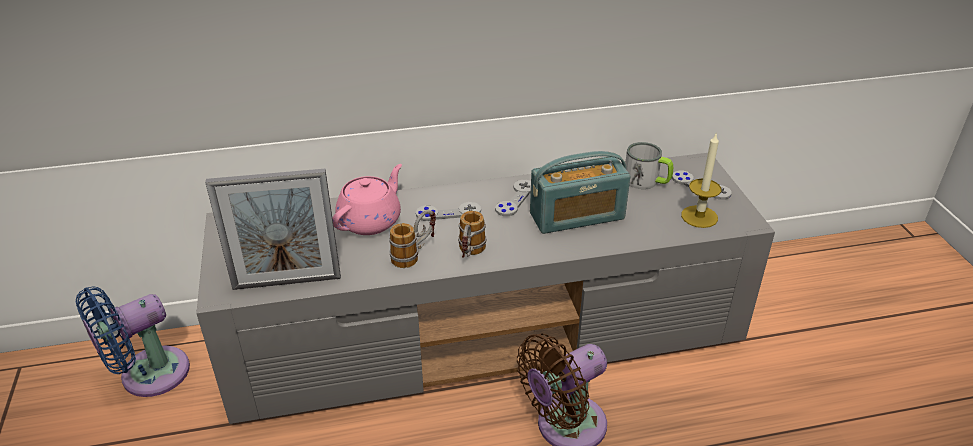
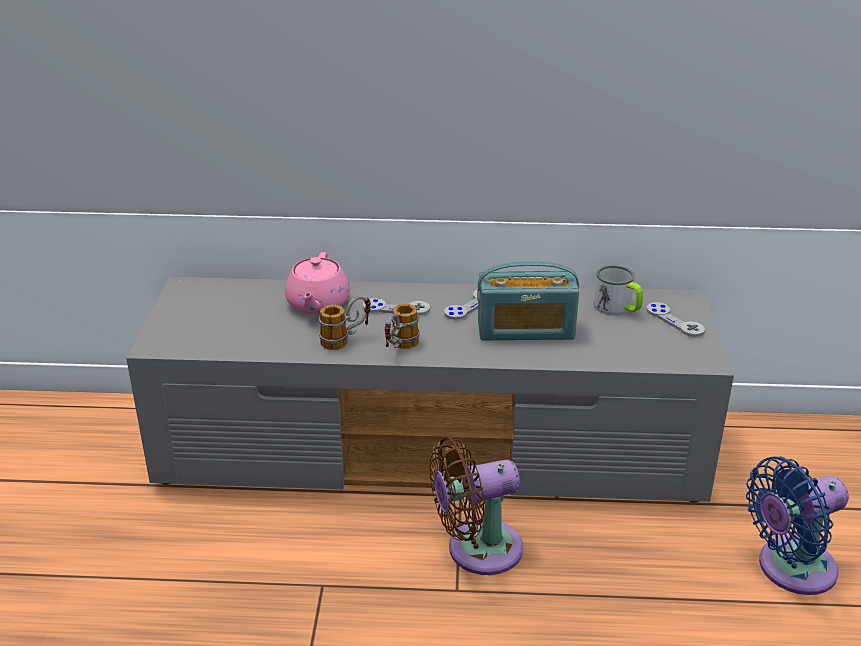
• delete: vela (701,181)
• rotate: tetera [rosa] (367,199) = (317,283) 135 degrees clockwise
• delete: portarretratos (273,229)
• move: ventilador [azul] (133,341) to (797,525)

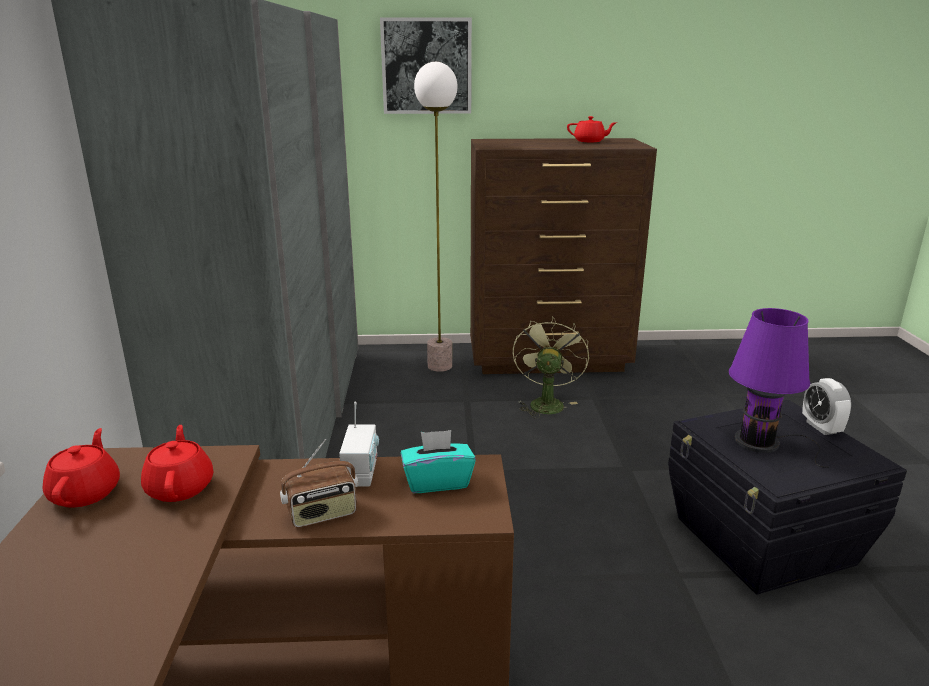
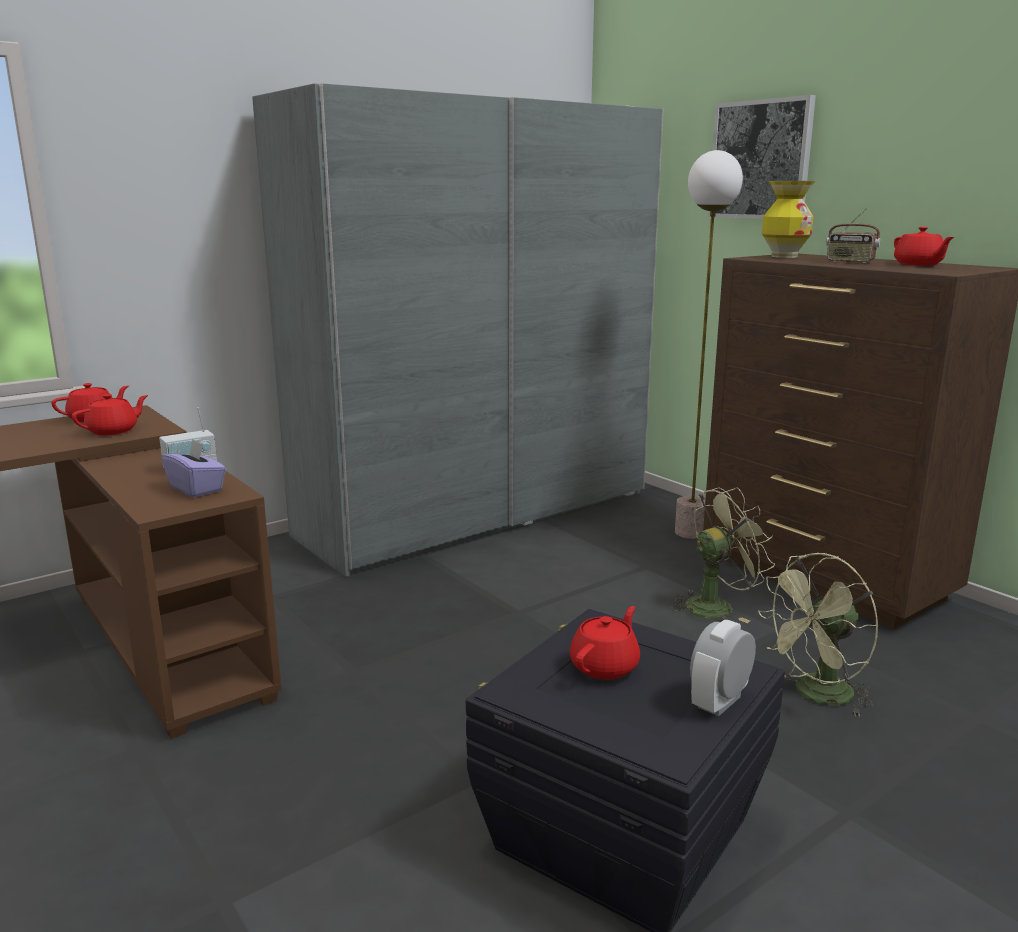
• replace: lámpara de mesa [morado] (779,388) to tetera [rojo] (605,643)
• recolor: caja de pañuelos [turquesa] (438,461) to caja de pañuelos [morado] (193,468)
• move: radio (319,483) to (853,235)
• insert: florero (788,219)
• insert: ventilador [verde] (818,635)

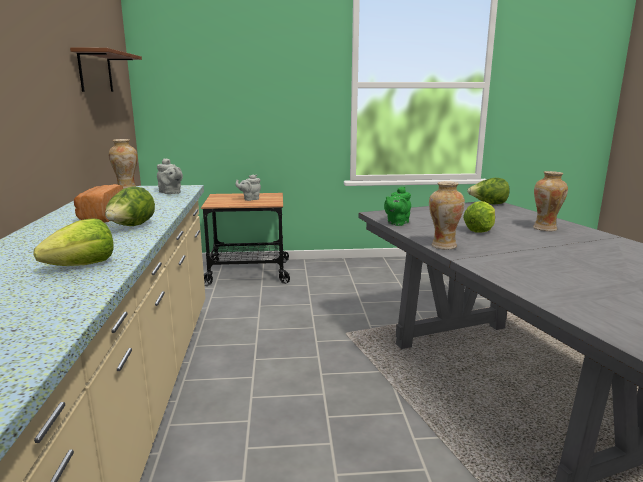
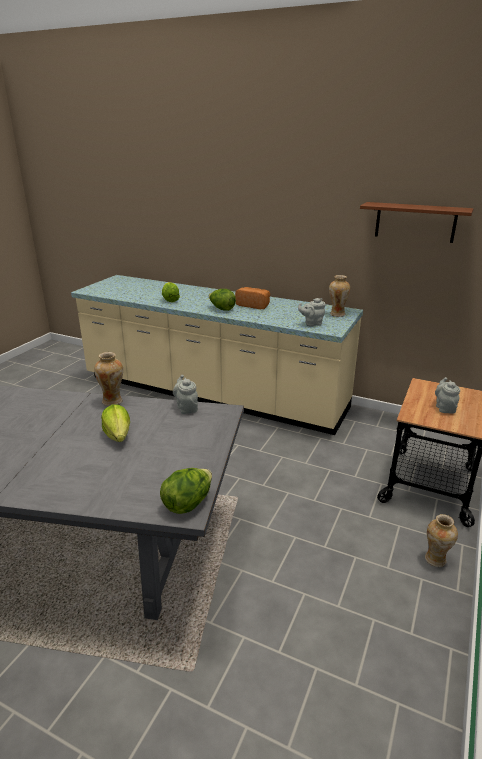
• move: florero (550,201) to (441,540)
• recolor: tetera [verde] (397,206) to tetera [gris] (185,394)

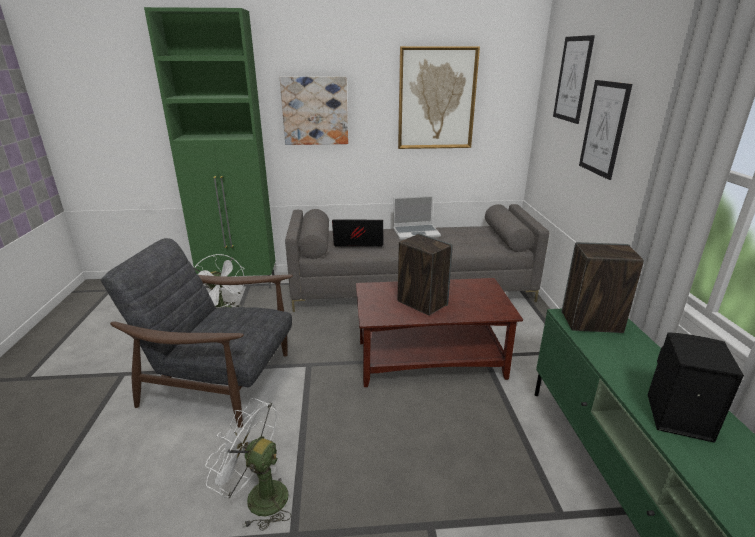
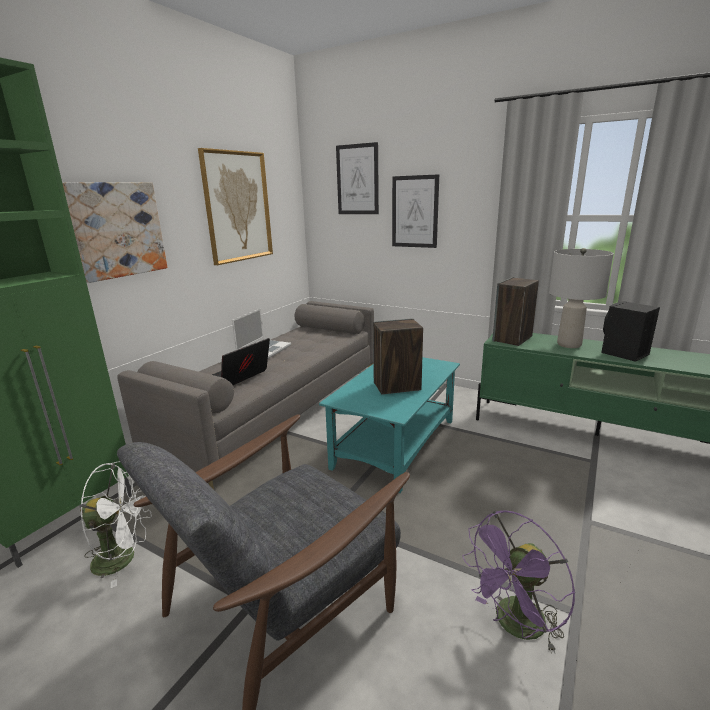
• recolor: mesa de centro [marrón] (439,332) to mesa de centro [turquesa] (389,425)
• recolor: ventilador [blanco] (248,464) to ventilador [morado] (518,582)
• insert: lámpara de mesa [gris] (581,298)

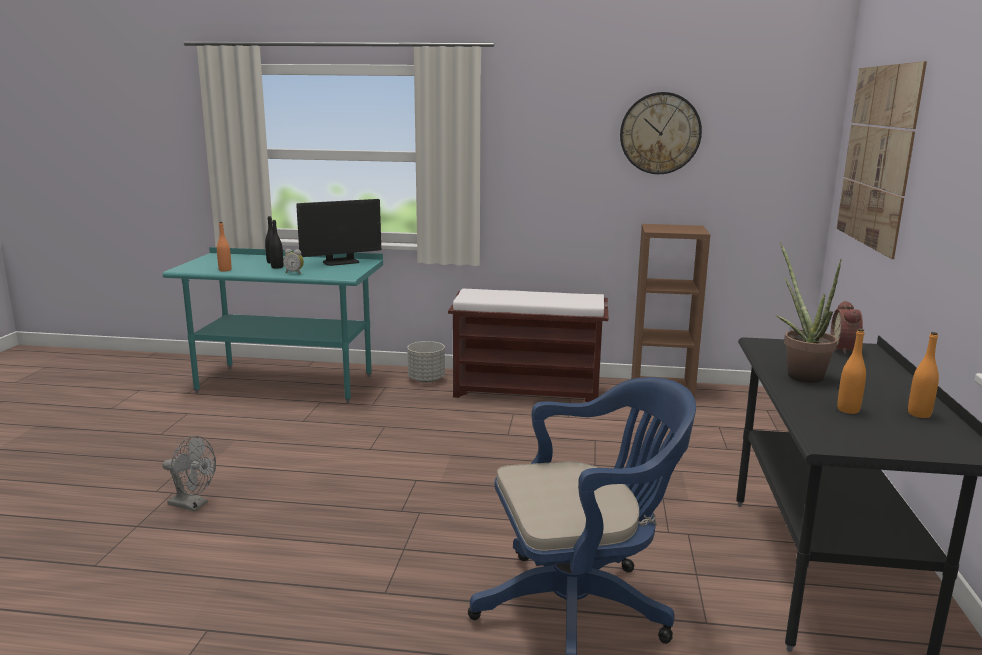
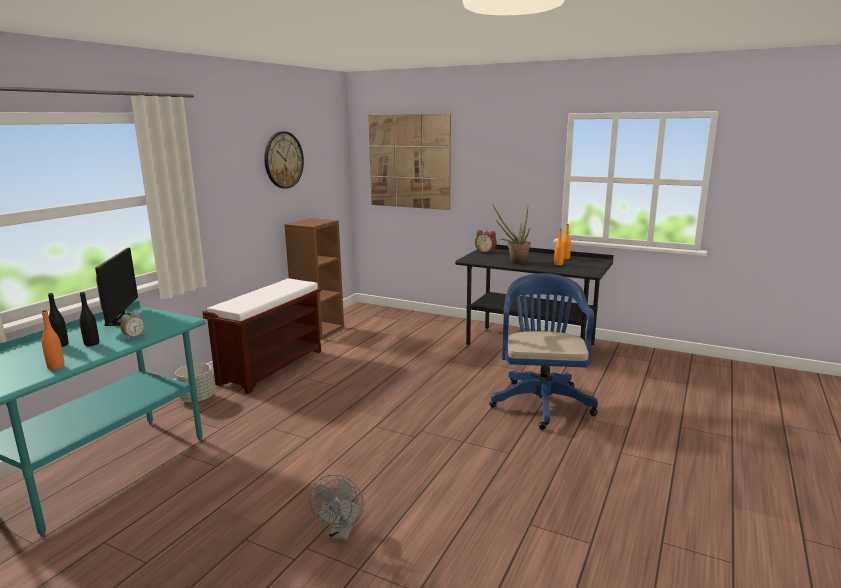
• rotate: ventilador [gris] (189,473) = (337,508) 150 degrees clockwise

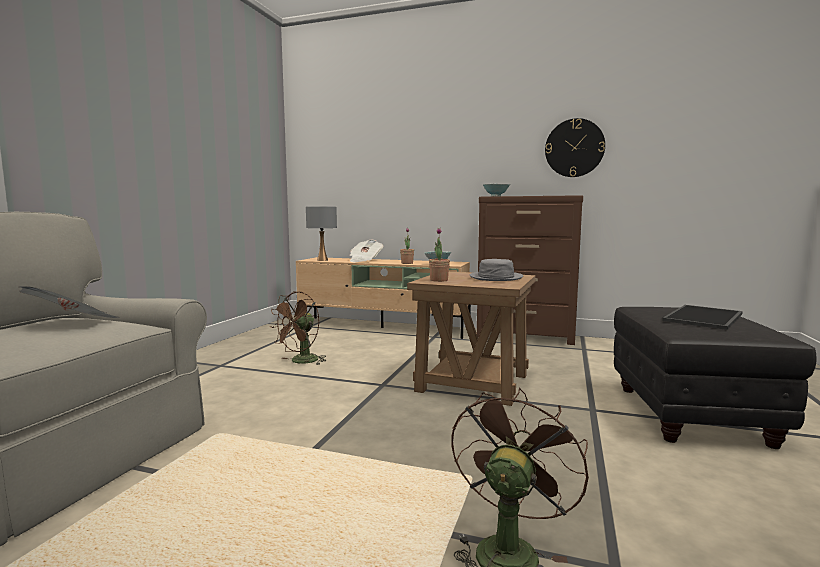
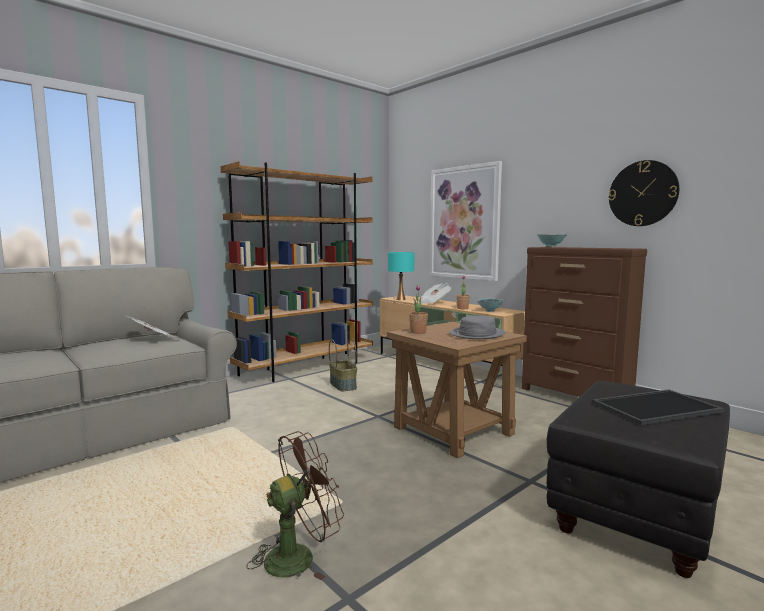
• recolor: lámpara de mesa [gris] (321,233) to lámpara de mesa [turquesa] (401,276)
• replace: ventilador [marrón] (297,328) to cesta (343,364)
• insert: estantería [marrón] (297,271)
• insert: cuadro (466,221)

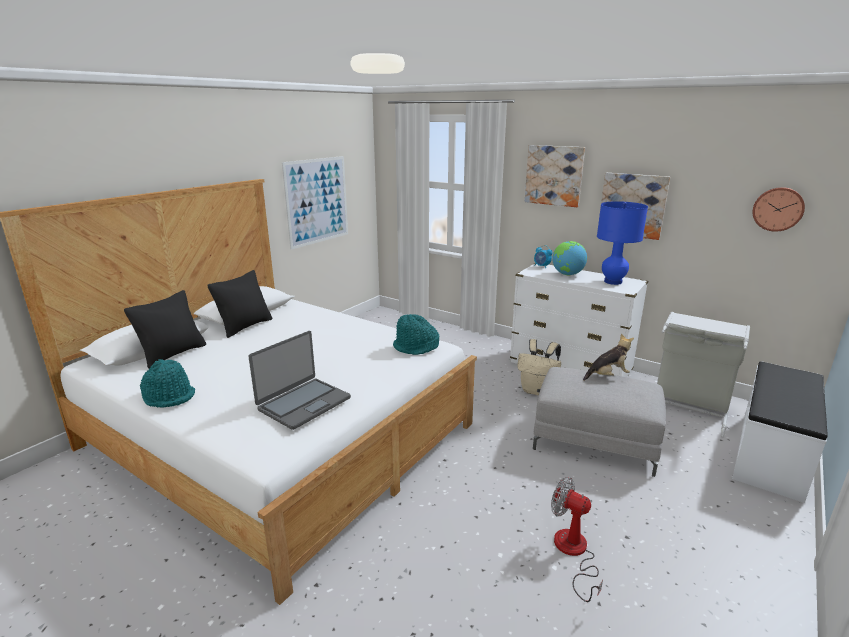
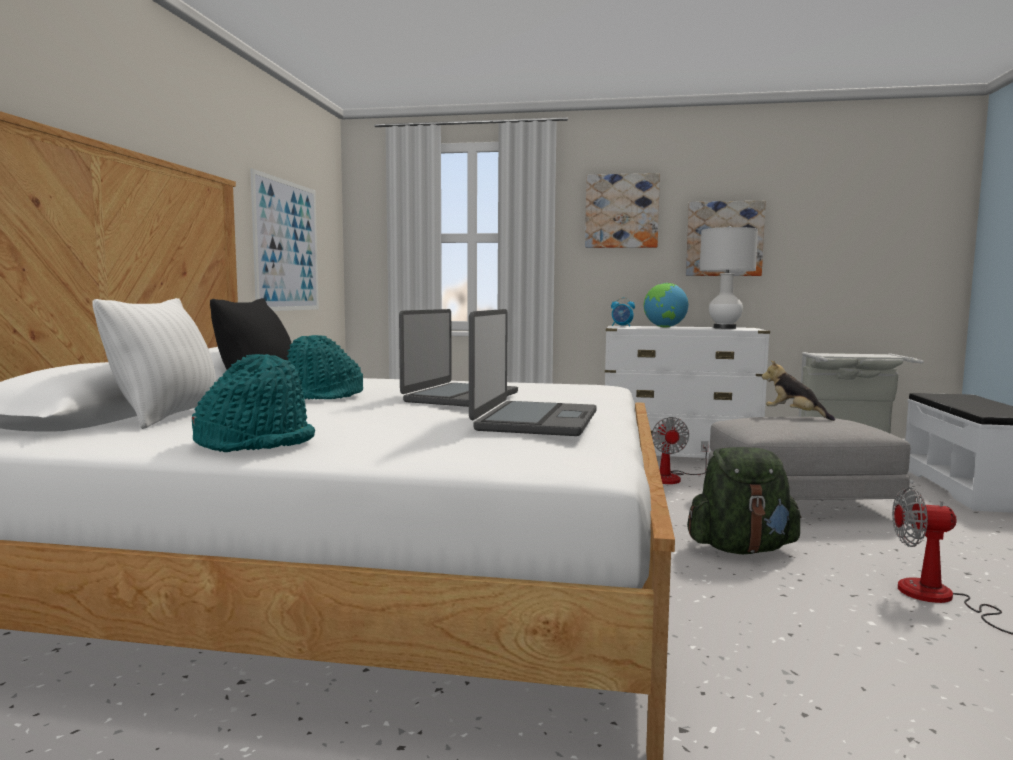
• delete: reloj de pared (778,209)
• recolor: lámpara de mesa [azul] (622,243) to lámpara de mesa [blanco] (728,277)
• recolor: cojín [negro] (165,329) to cojín [blanco] (155,363)
• move: sombrero [turquesa] (416,334) to (325,367)
• rotate: peluche (608,357) = (798,390) 90 degrees counterclockwise
• replace: mochila [beis] (539,367) to ventilador (680,450)
• insert: portátil (458,358)
• insert: mochila [verde] (744,500)

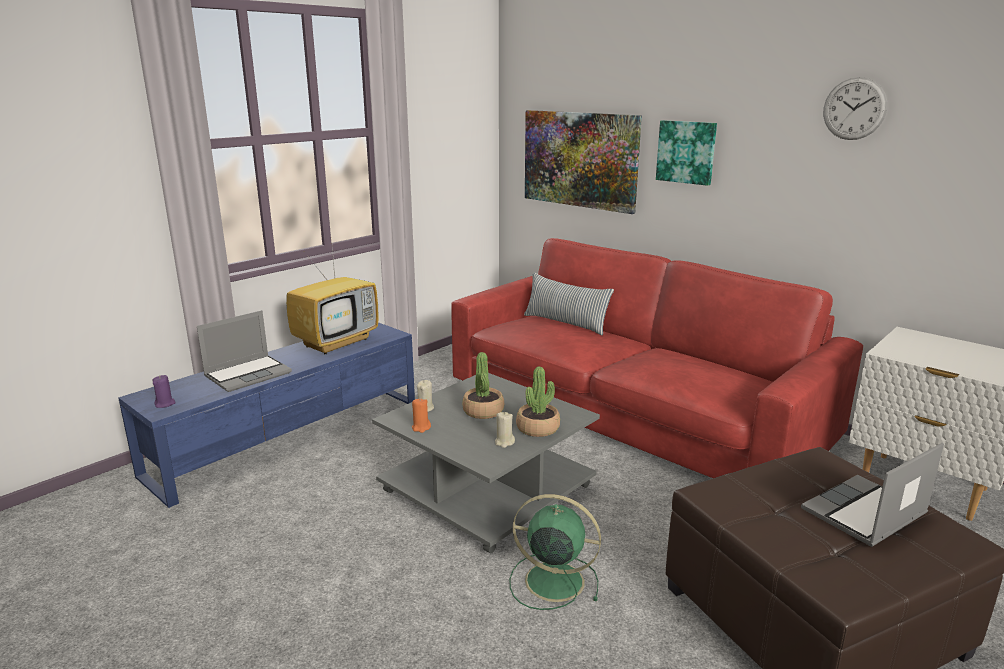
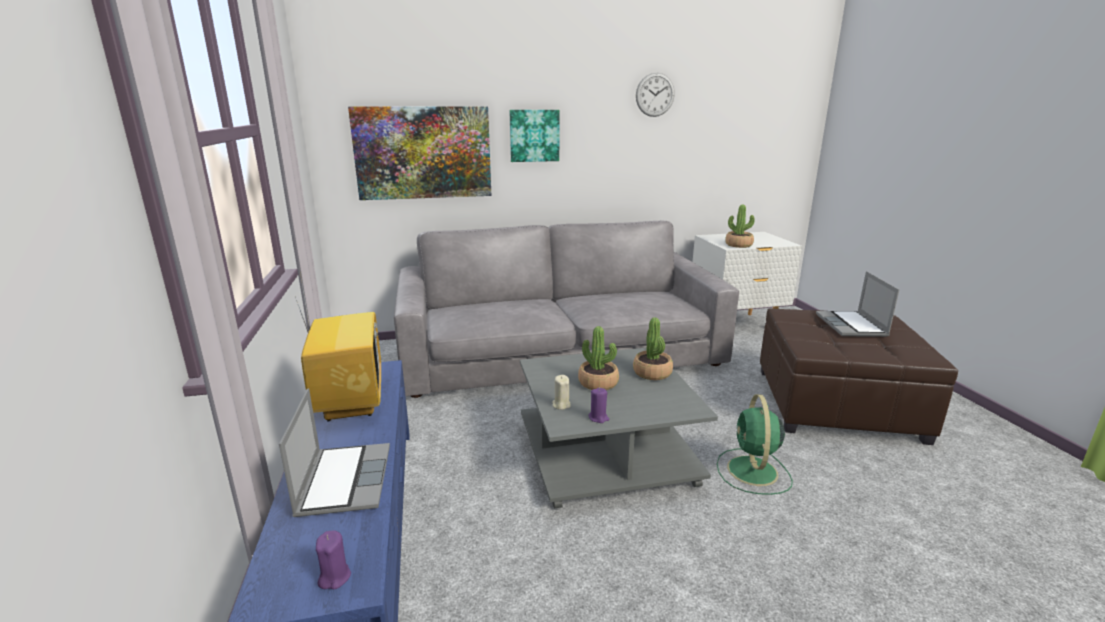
• recolor: sofá [rojo] (657,358) to sofá [gris] (566,309)
• delete: cojín (569,304)
• recolor: vela [naranja] (421,416) to vela [morado] (598,405)
• delete: vela [beis] (505,430)
• rotate: ventilador [verde] (555,552) = (755,444) 45 degrees counterclockwise
• insert: planta en maceta (740,226)

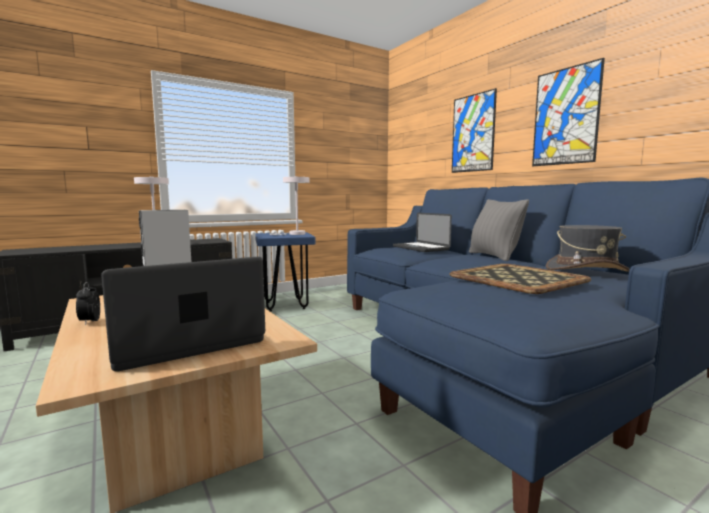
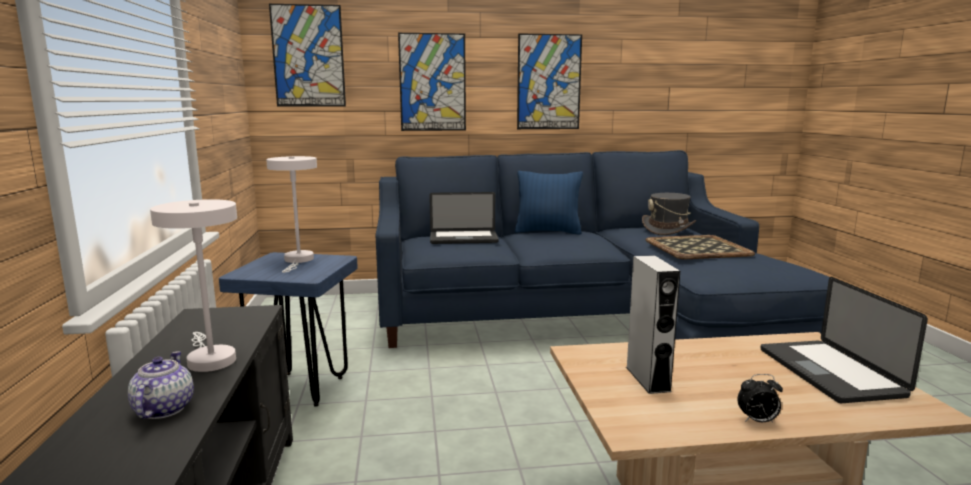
• recolor: cojín [gris] (499,230) to cojín [azul] (549,202)
• insert: cuadro (307,55)
• insert: tetera (161,385)

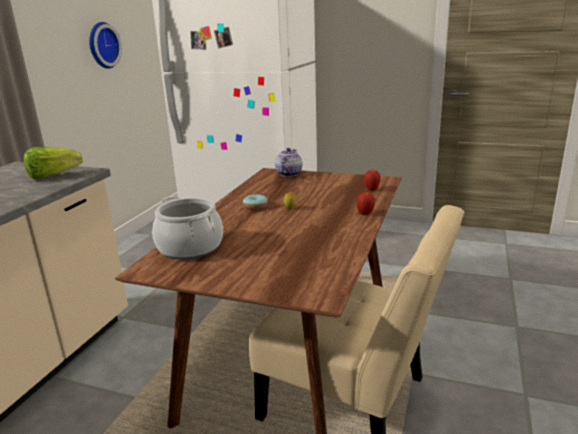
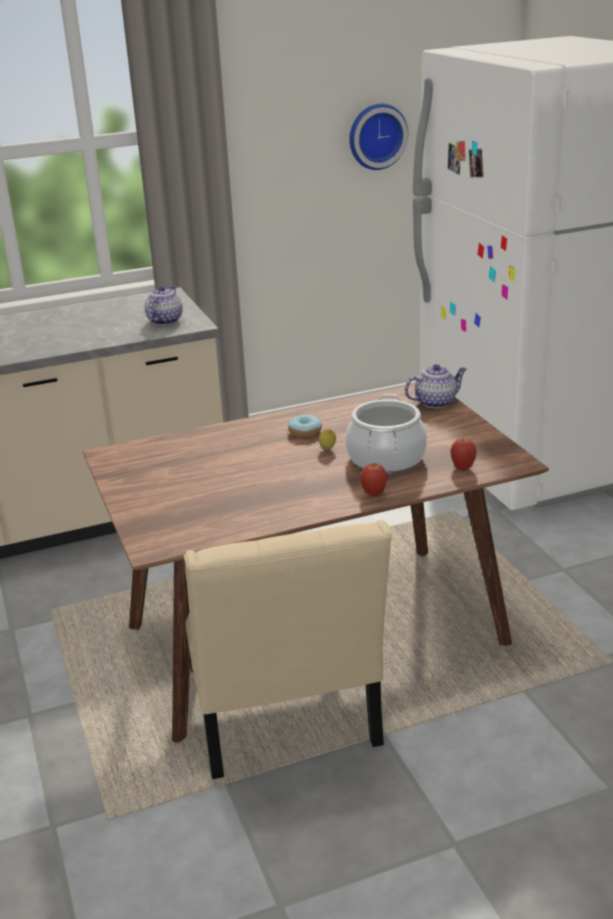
• replace: lechuga (53,163) to tetera (164,305)
• move: olla (187,227) to (386,433)

